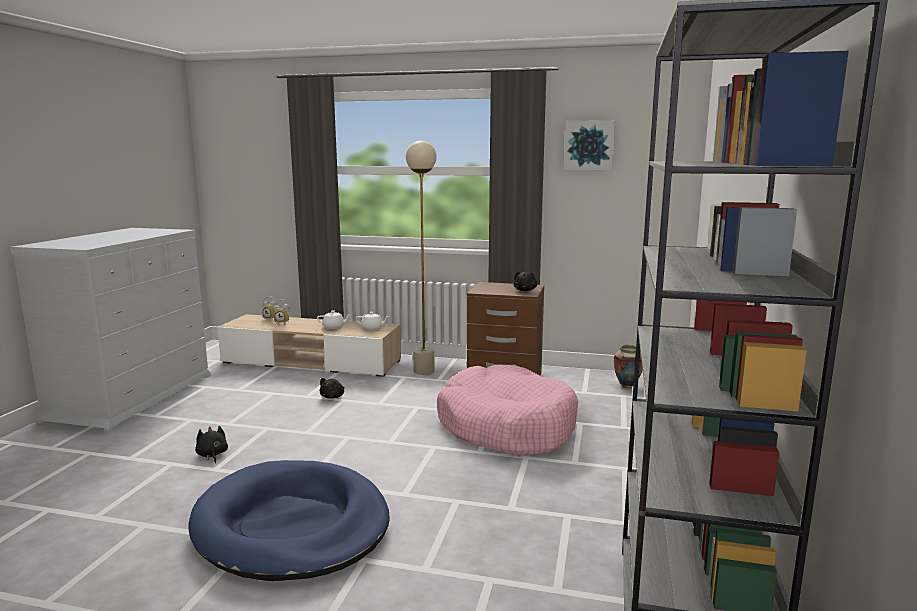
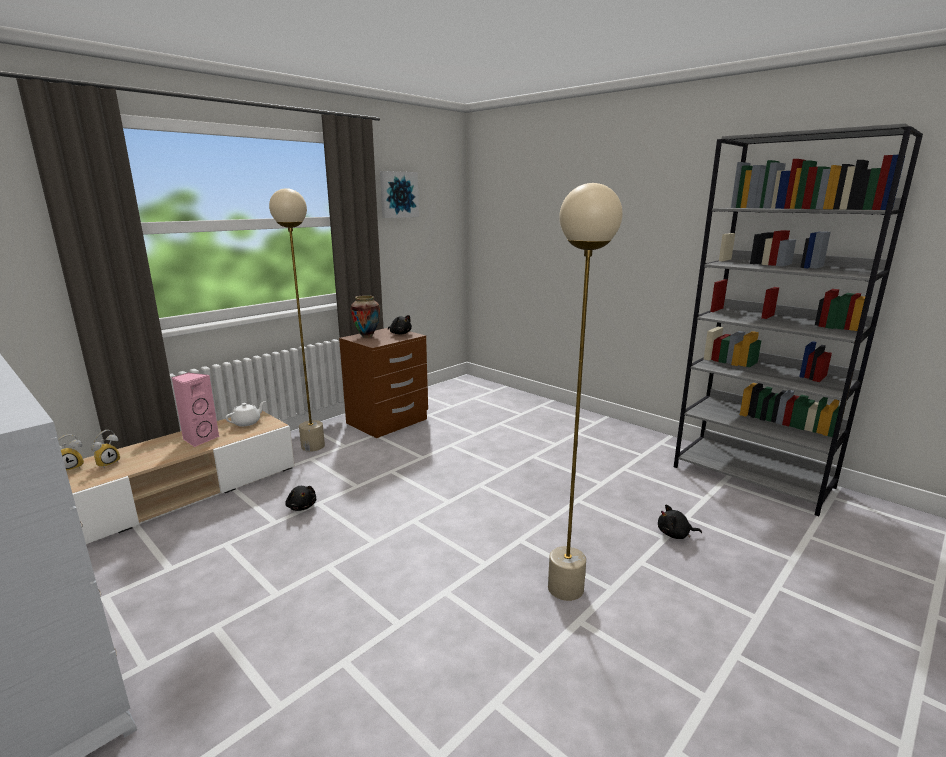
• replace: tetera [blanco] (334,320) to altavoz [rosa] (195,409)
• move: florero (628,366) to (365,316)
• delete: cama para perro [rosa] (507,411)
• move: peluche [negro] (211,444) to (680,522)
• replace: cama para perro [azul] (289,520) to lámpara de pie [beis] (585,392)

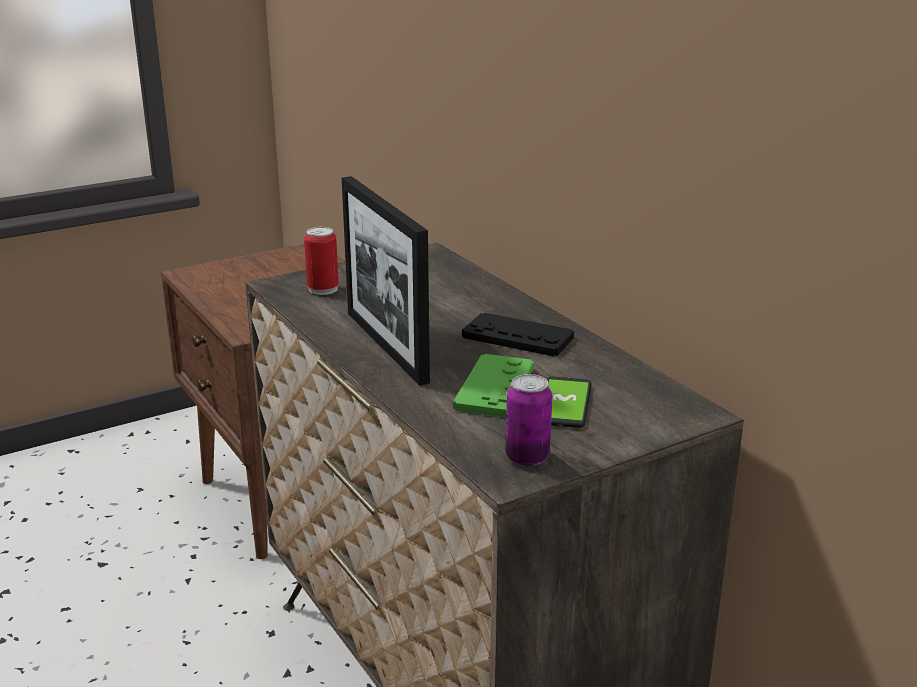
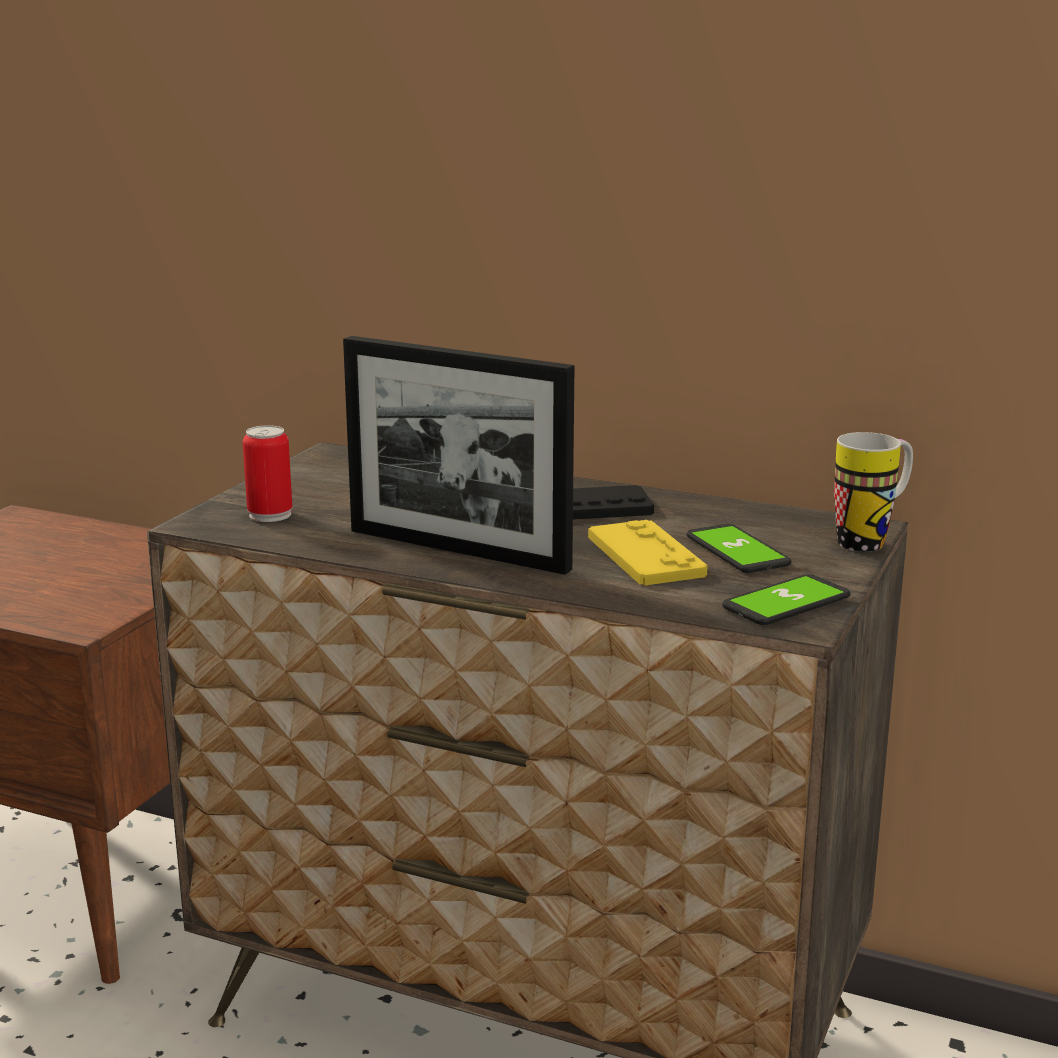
• recolor: mando de consola [verde] (493,386) to mando de consola [amarillo] (648,552)
• replace: lata (529,420) to móvil (786,599)
• insert: taza grande (873,492)

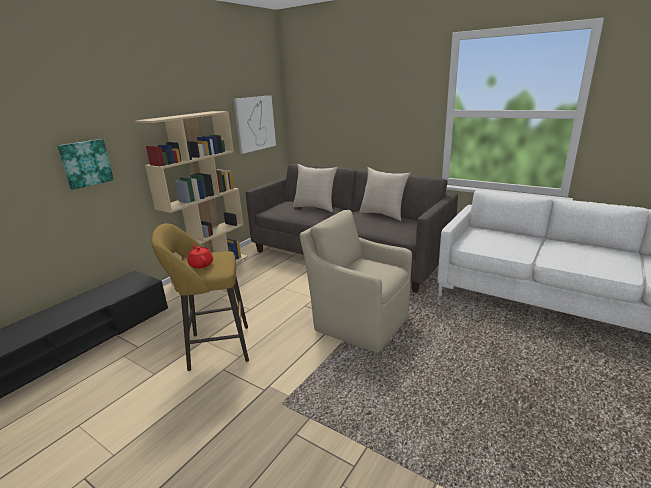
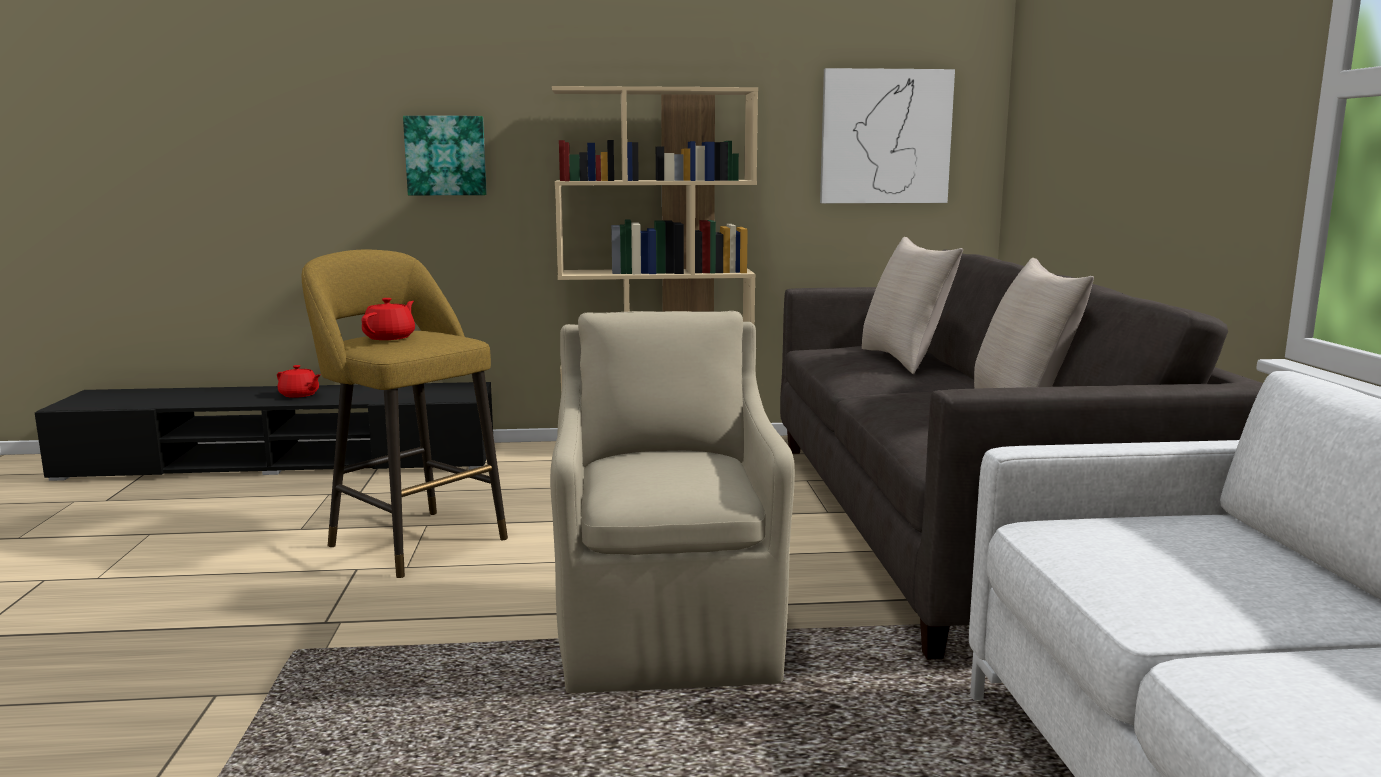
• insert: tetera [rojo] (298,381)

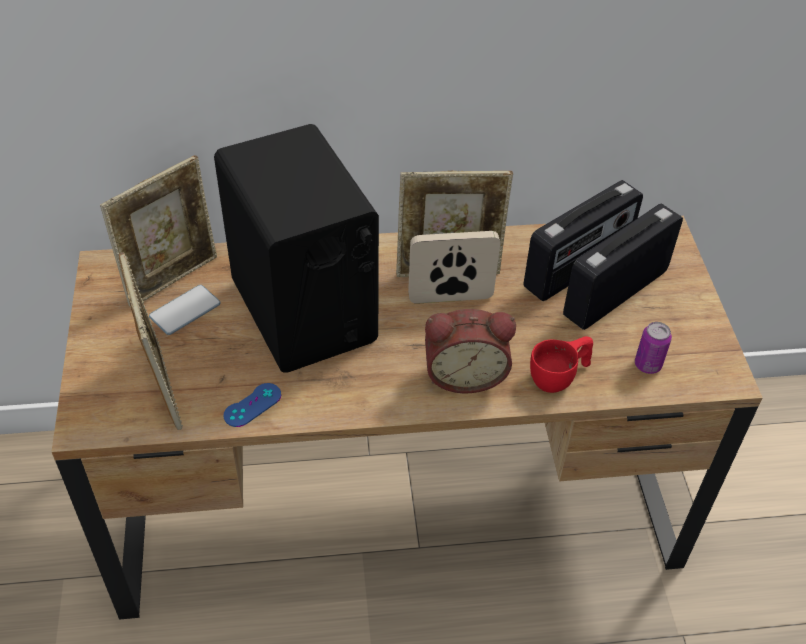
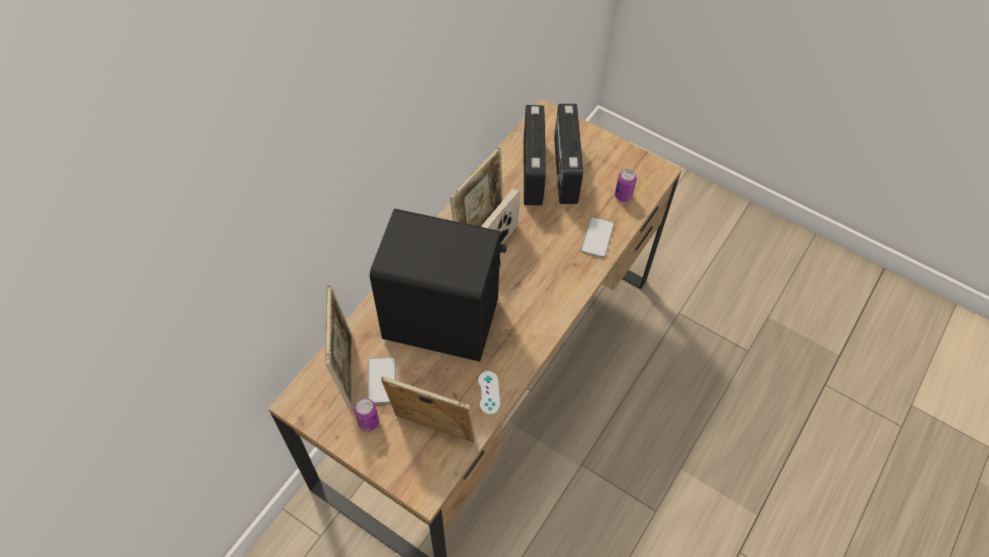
• delete: despertador (470,351)
• replace: taza [rojo] (561,364) to móvil (597,237)
• recolor: mando de consola [azul] (252,405) to mando de consola [blanco] (489,392)
• insert: lata (366,414)

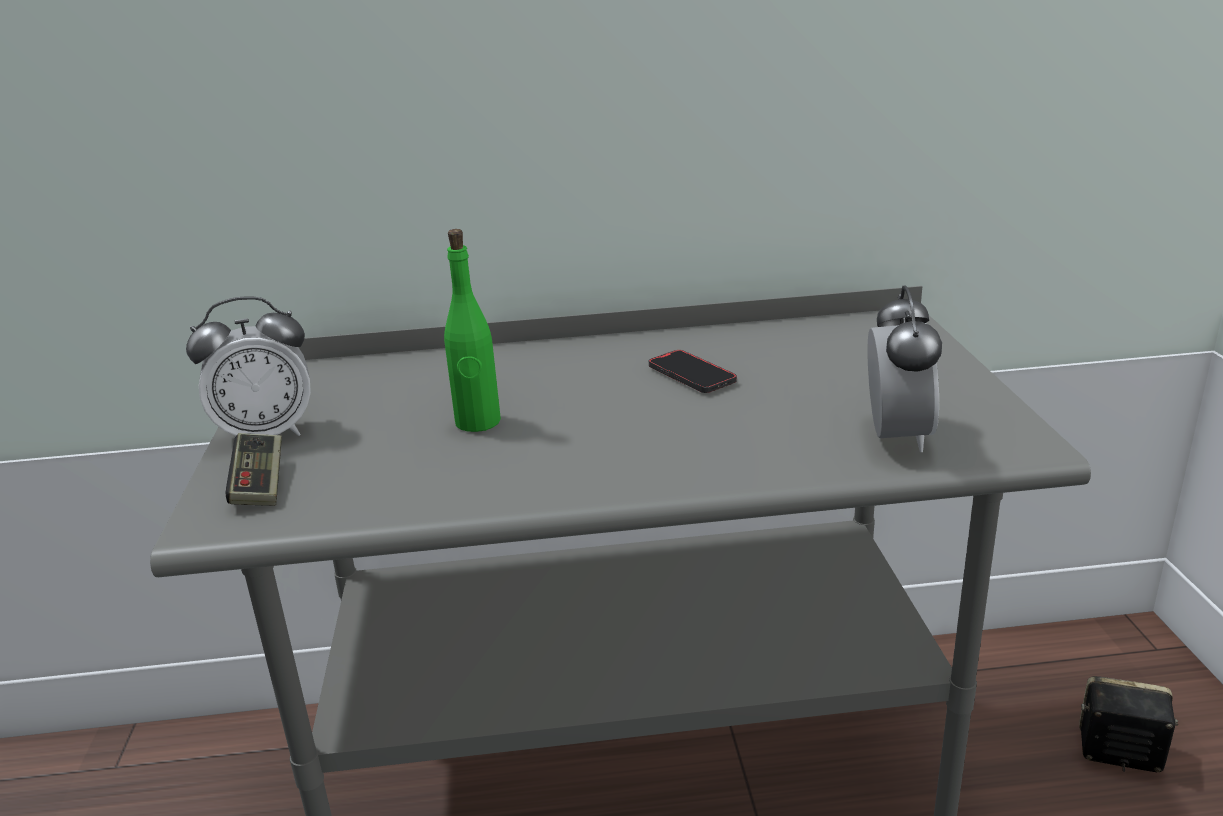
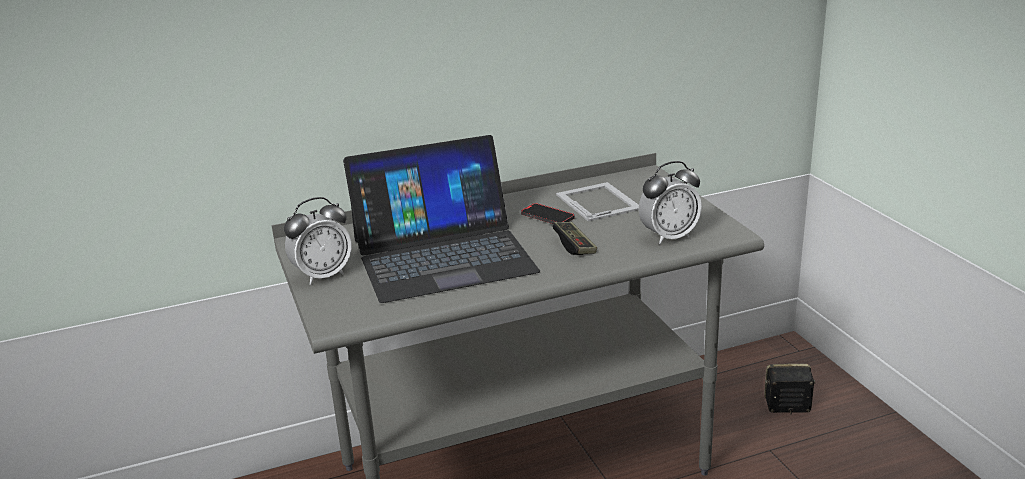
• replace: botella [verde] (472,330) to portátil (441,219)
• rotate: despertador (904,369) = (670,202) 75 degrees clockwise
• move: mando de consola (254,469) to (575,238)
• insert: portarretratos (597,201)

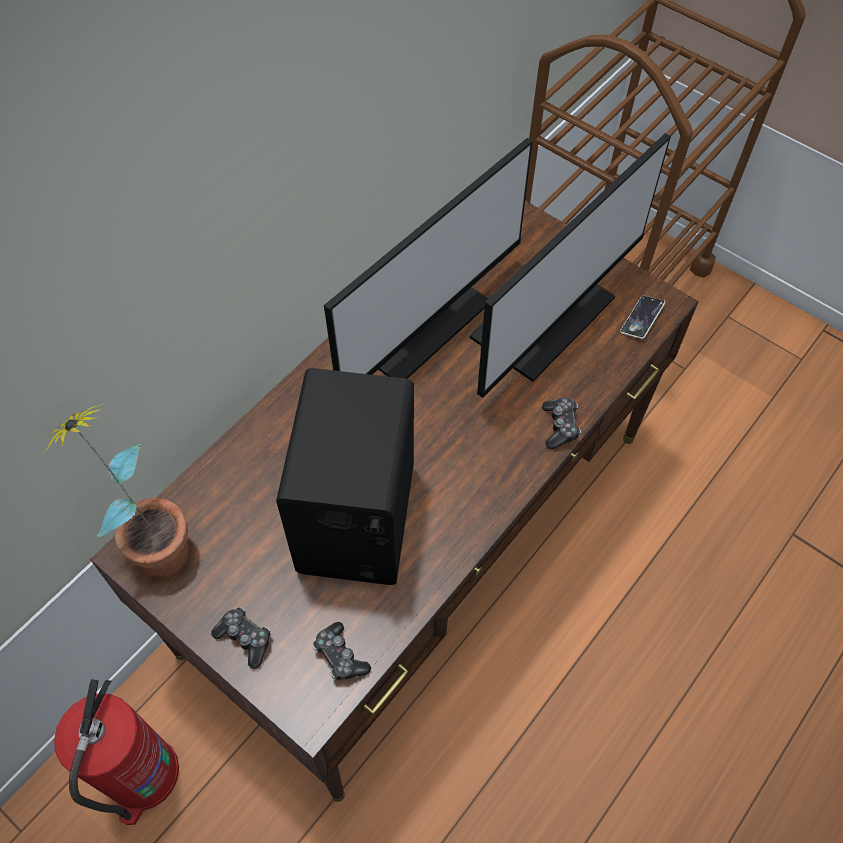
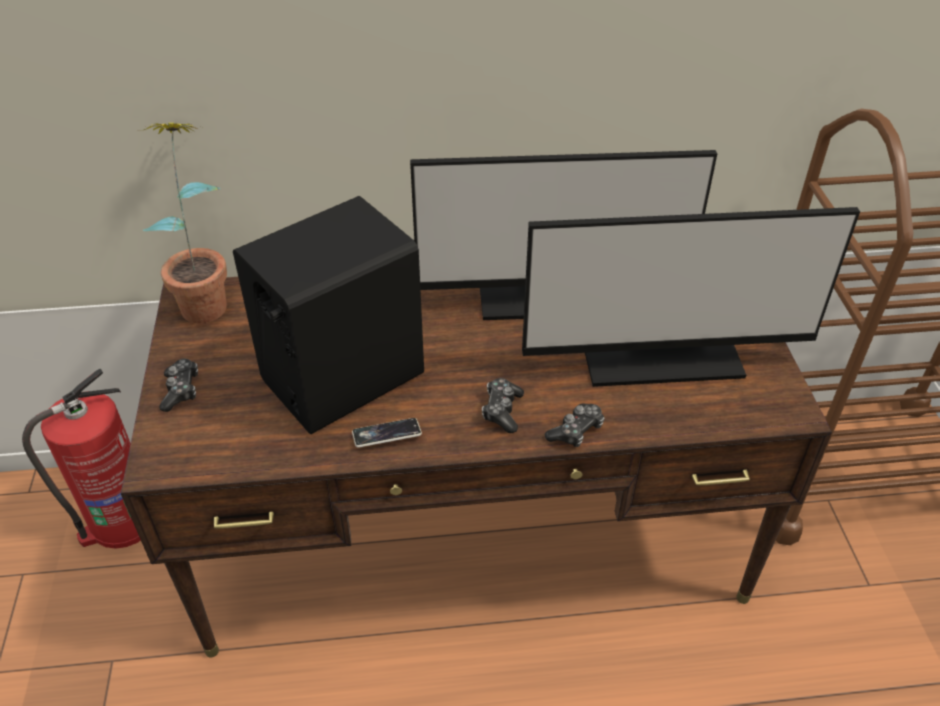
• move: móvil (642,317) to (387,433)
• move: mando de consola (342,651) to (503,405)

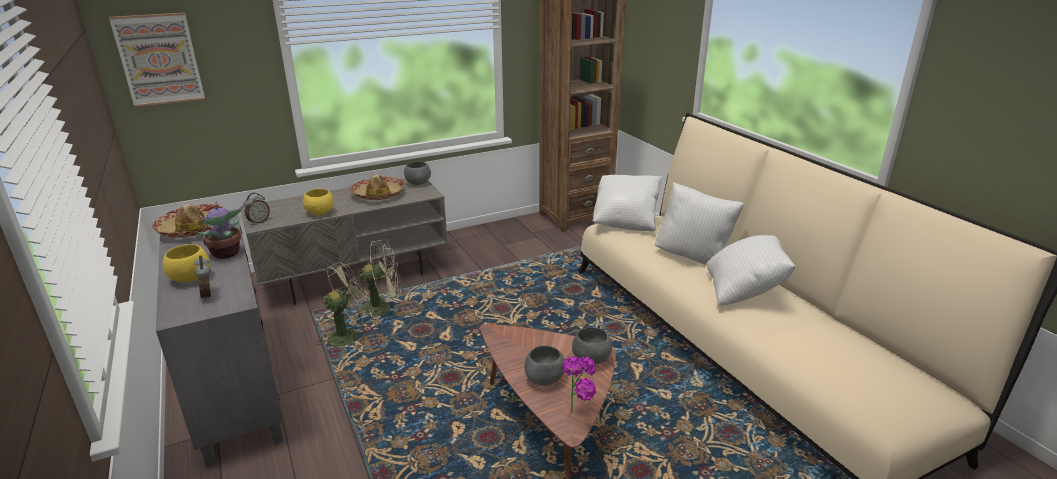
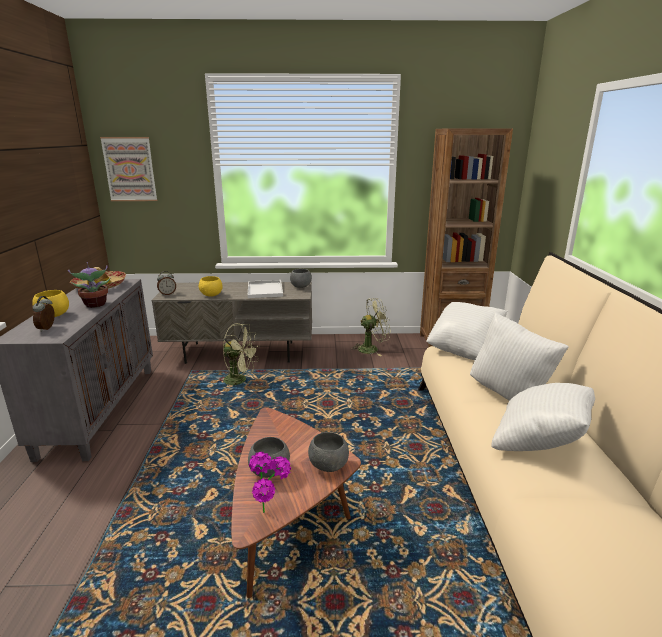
• replace: sombrero (377,187) to bandeja [blanco] (265,289)
• move: ventilador [verde] (345,304) to (371,327)

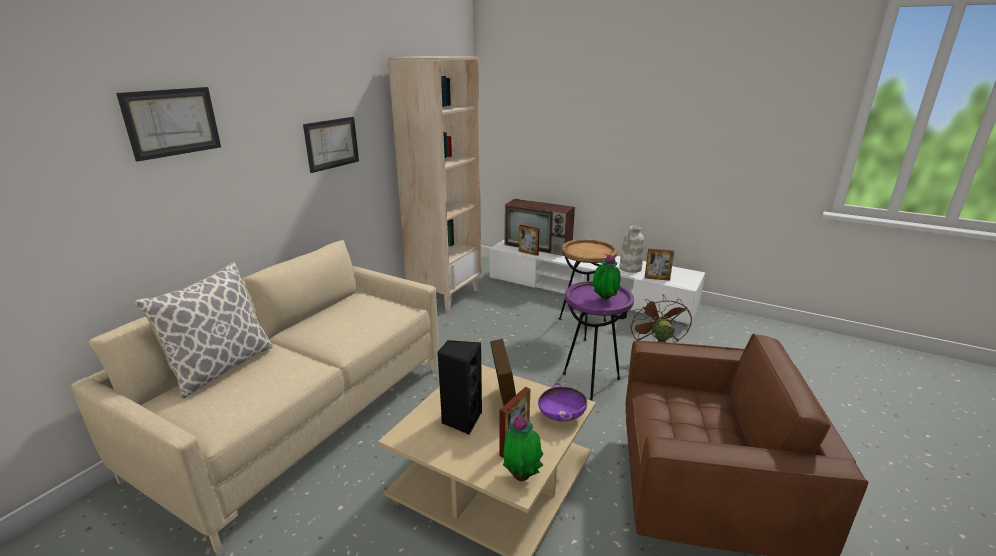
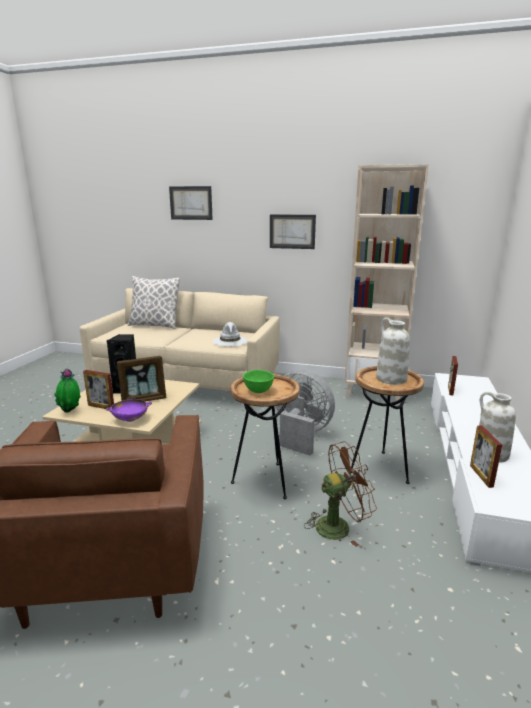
• delete: televisor (539,227)
• replace: planta en maceta (606,276) to cuenco [verde] (258,381)
• recolor: mesa auxiliar [morado] (598,341) to mesa auxiliar [marrón] (265,436)
• insert: florero [blanco] (393,351)
• insert: sombrero [blanco] (230,334)
• insert: ventilador [gris] (305,412)

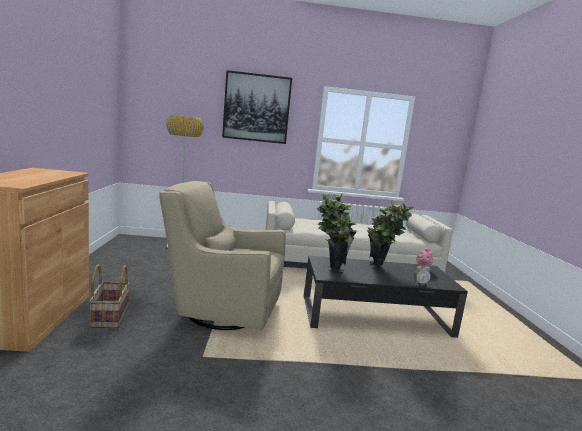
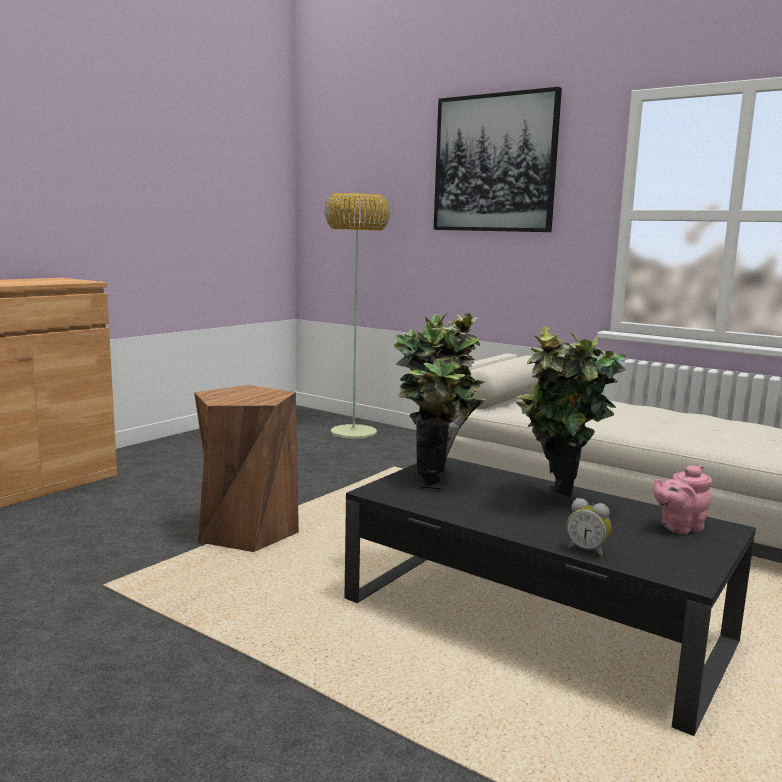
• replace: sillón [beis] (222,255) to taburete [marrón] (246,468)
• delete: cesta (109,296)

